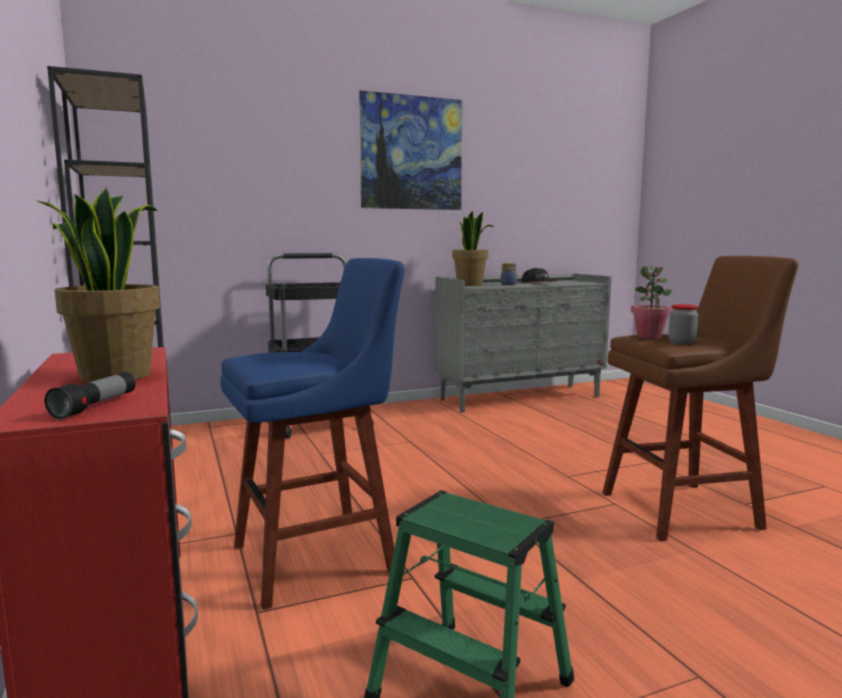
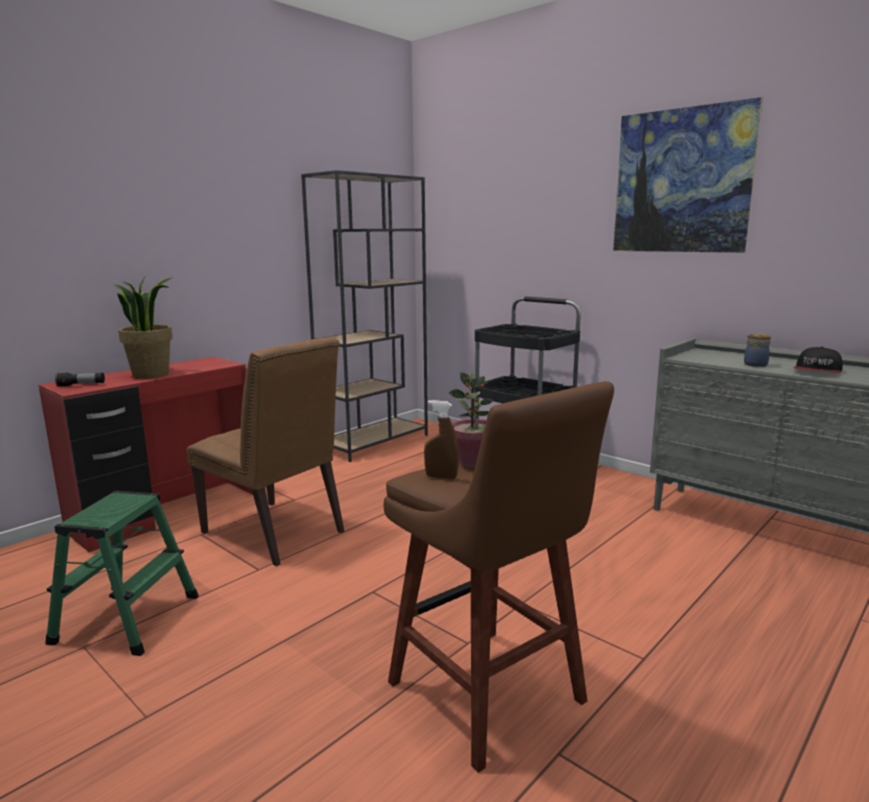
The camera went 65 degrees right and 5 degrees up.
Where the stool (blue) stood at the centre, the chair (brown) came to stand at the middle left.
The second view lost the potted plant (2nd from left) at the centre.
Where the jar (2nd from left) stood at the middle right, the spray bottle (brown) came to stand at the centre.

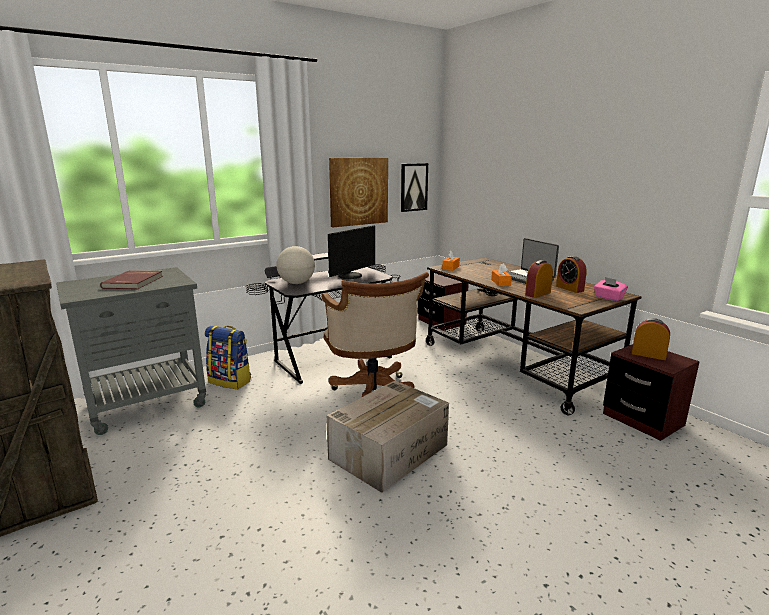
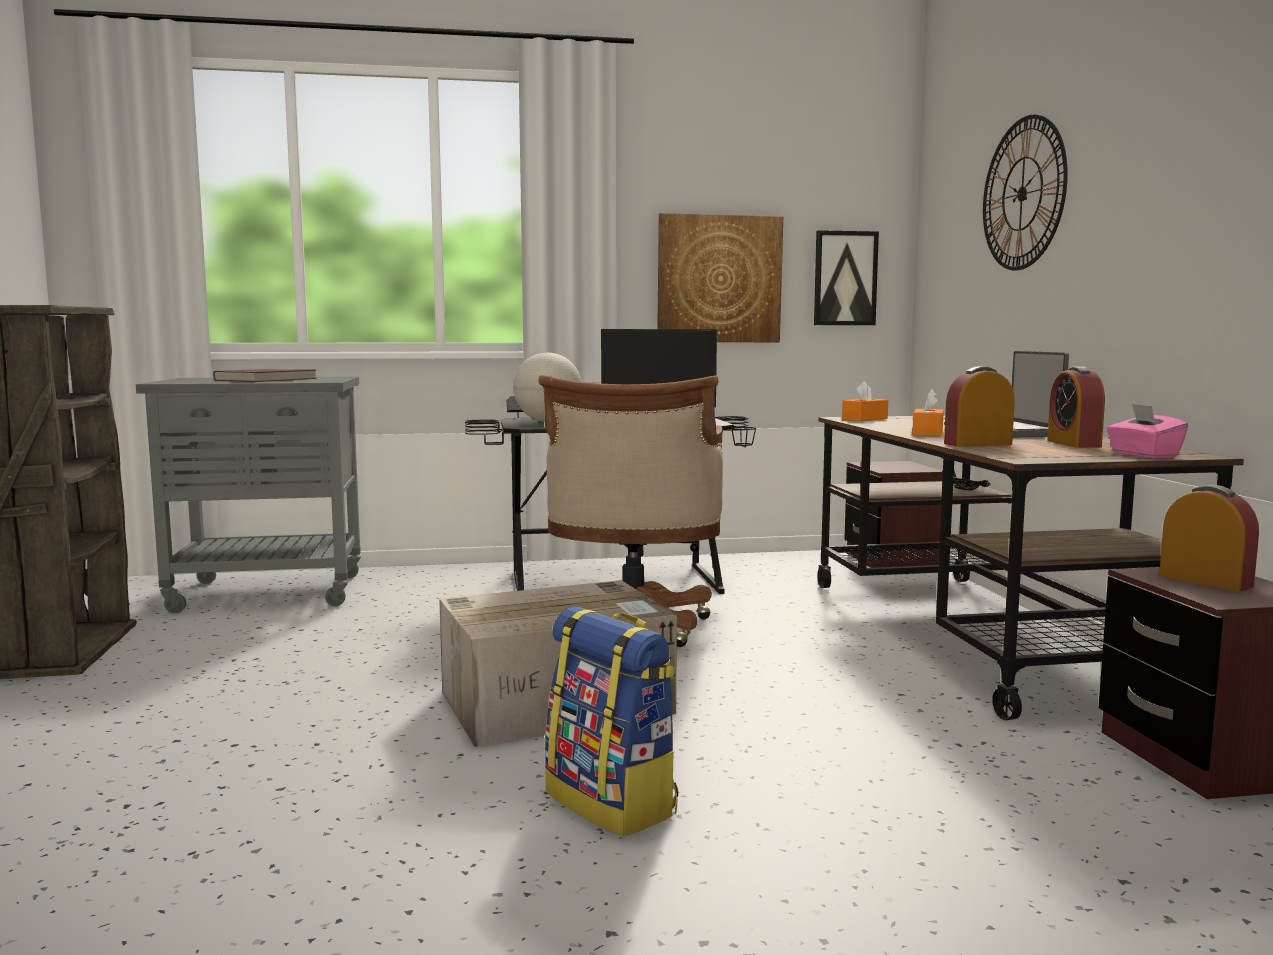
The camera went 25 degrees right and 10 degrees down.
The backpack ended up elsewhere, having gone from the middle left to the bottom centre.
The second view gained the wall clock at the top right.

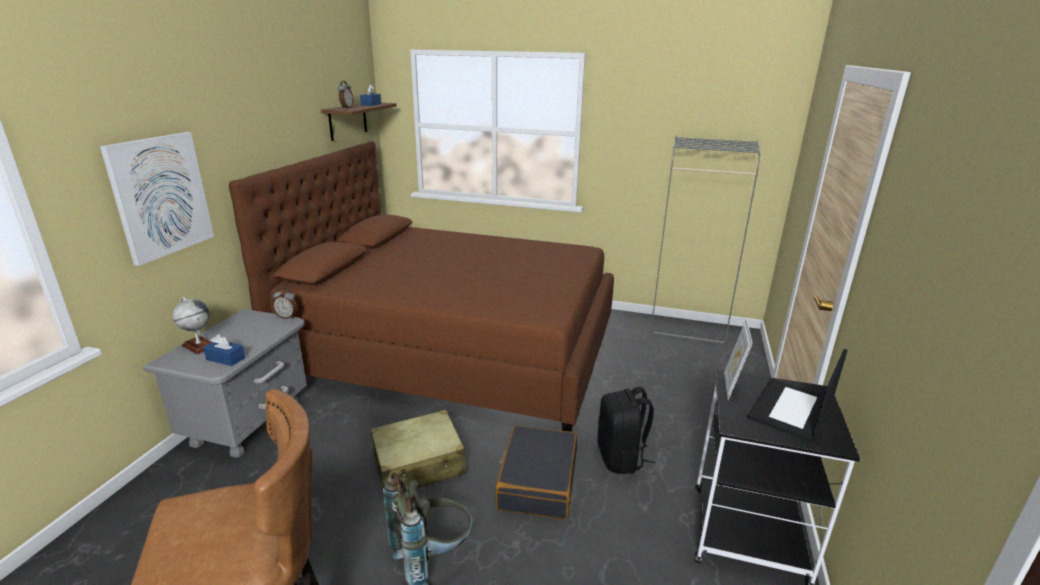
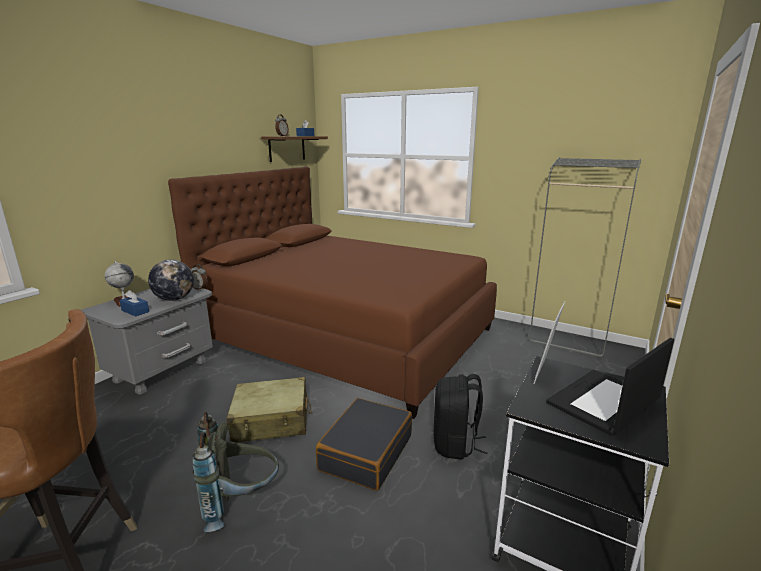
The camera went 15 degrees right and 5 degrees down.
The second view lost the picture at the middle left.
The second view gained the globe (2nd from left) at the middle left.

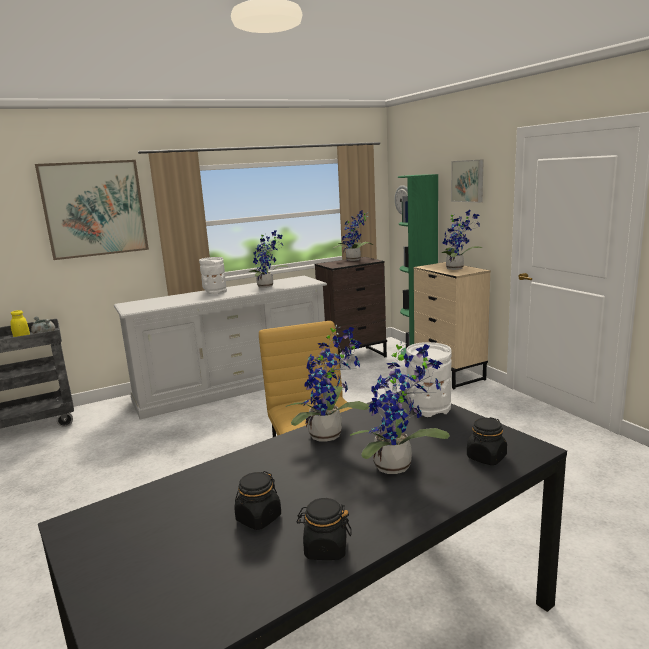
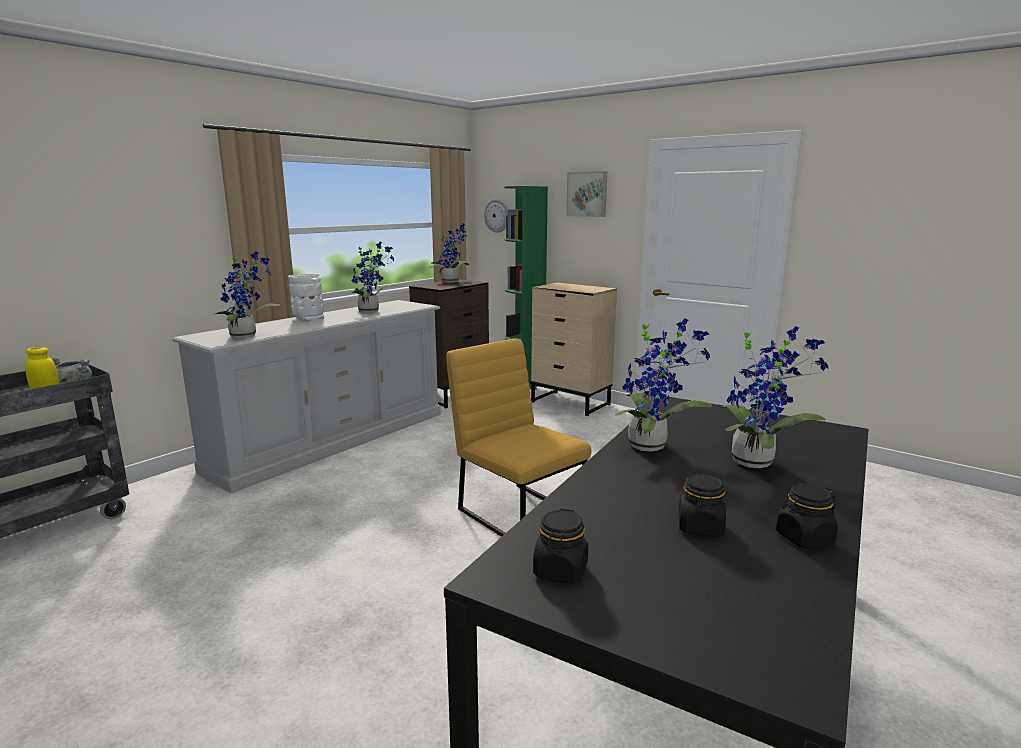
The camera went 25 degrees left and 0 degrees up.
The second view lost the picture (1st from left) at the top left.
The second view lost the vase (white) (2nd from left) at the centre.
The potted plant (5th from left in the first image) ended up elsewhere, having gone from the middle right to the middle left.
The jar (black) (3rd from left in the first image) ended up elsewhere, having gone from the bottom right to the bottom centre.

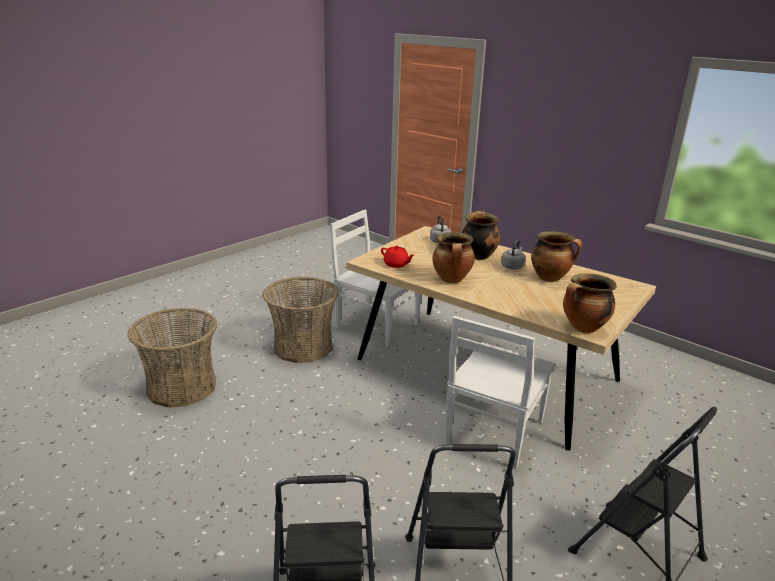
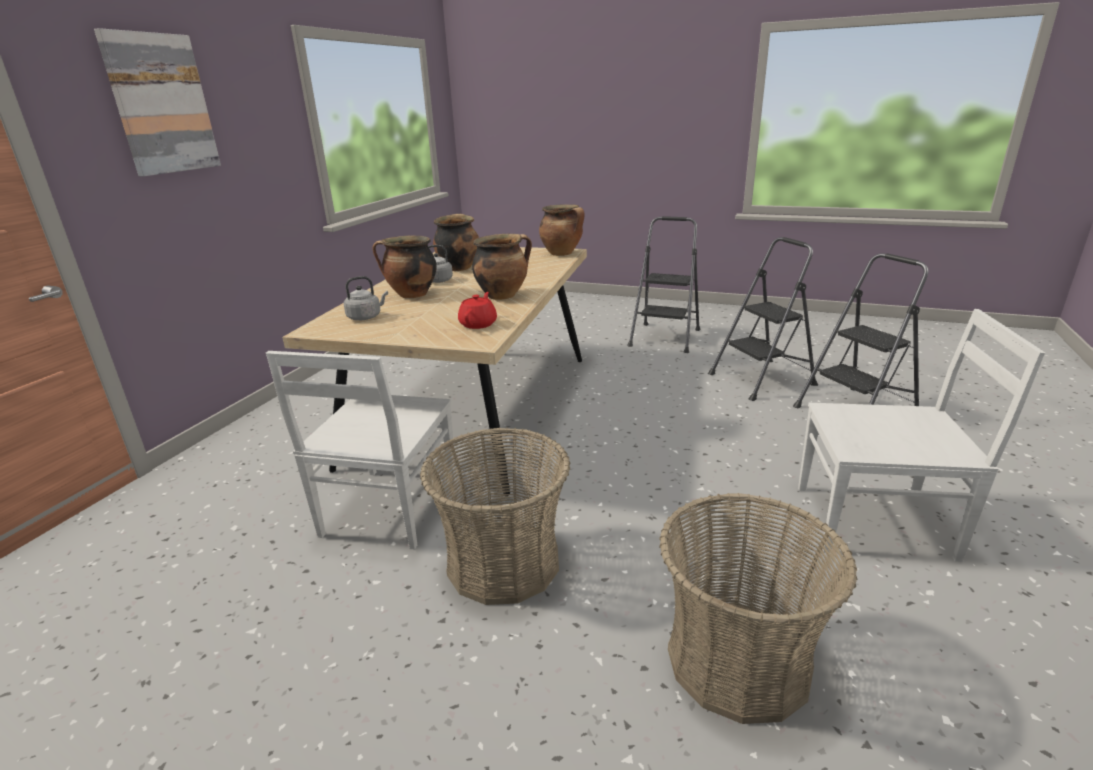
The camera went 110 degrees left and 0 degrees up.
The chair (white) (2nd from left) ended up elsewhere, having gone from the bottom centre to the middle right.
The second view gained the picture at the top left.

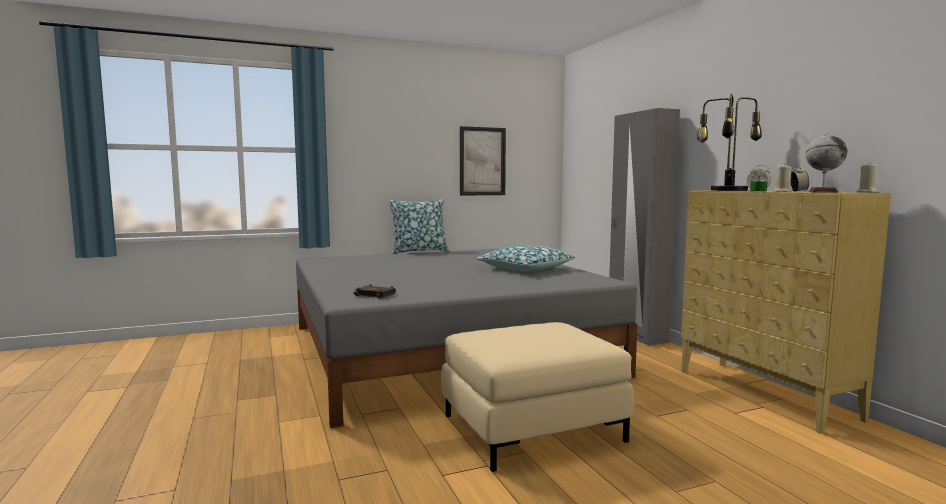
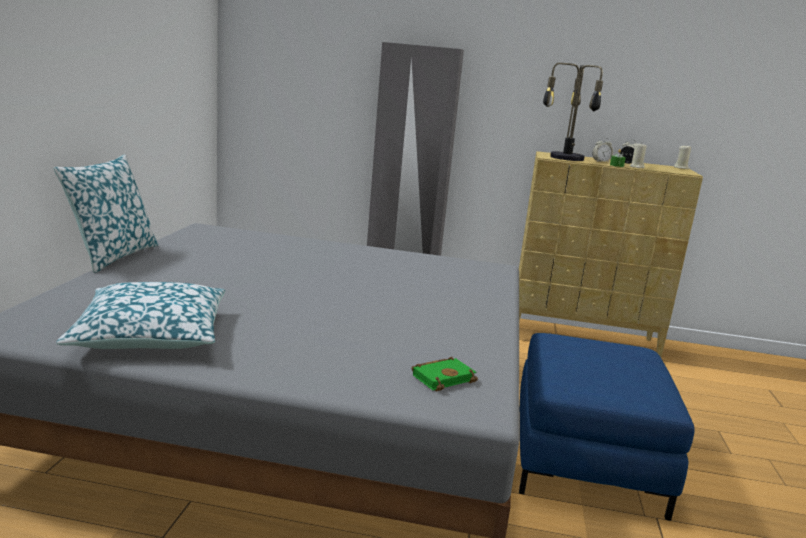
The camera went 60 degrees left and 10 degrees up.
What was the book (black) at the centre turned into the book (green) at the bottom centre.
What was the ottoman (beige) at the bottom centre turned into the ottoman (blue) at the bottom right.
The second view lost the picture at the top centre.
The pillow (2nd from left) ended up elsewhere, having gone from the centre to the middle left.
The second view lost the globe at the top right.

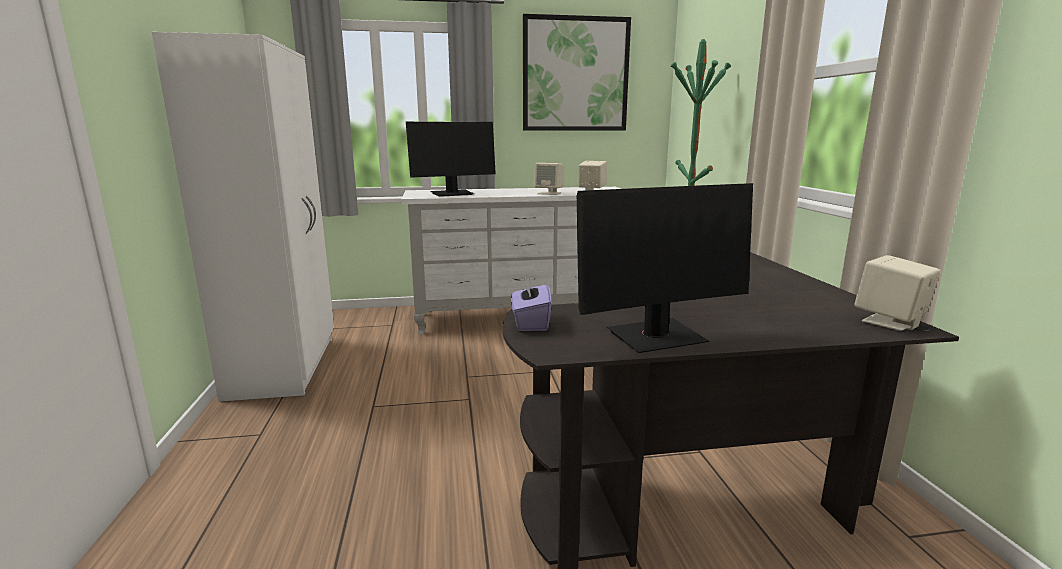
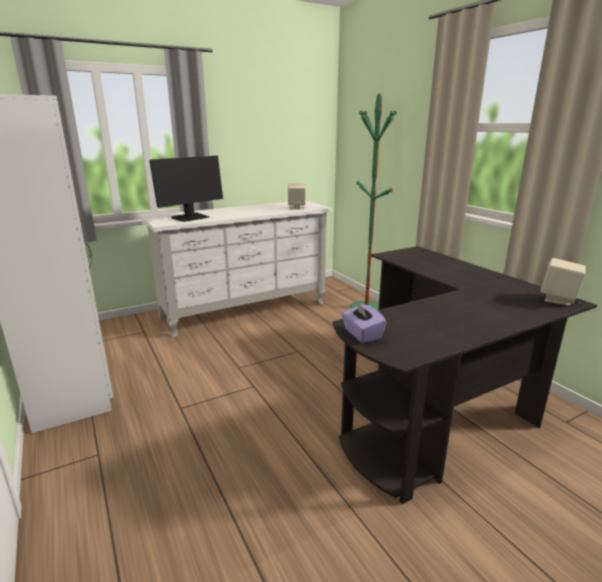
The camera went 20 degrees left and 5 degrees up.
The second view lost the picture at the top centre.
The second view lost the speaker (beige) (1st from left) at the top centre.
The second view lost the monitor (2nd from left) at the centre.

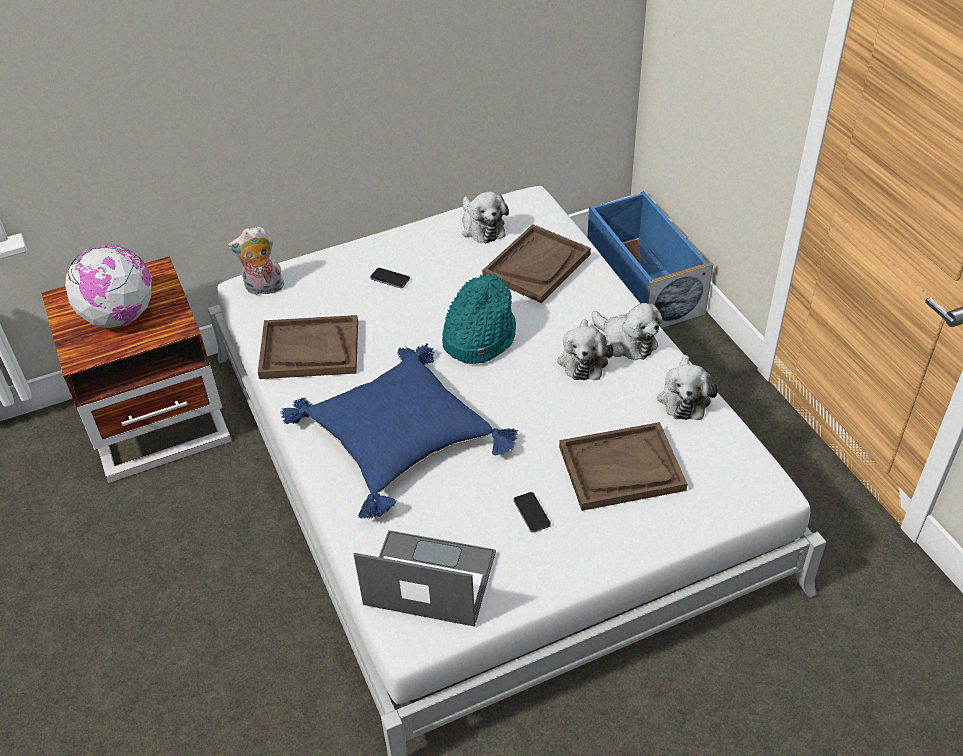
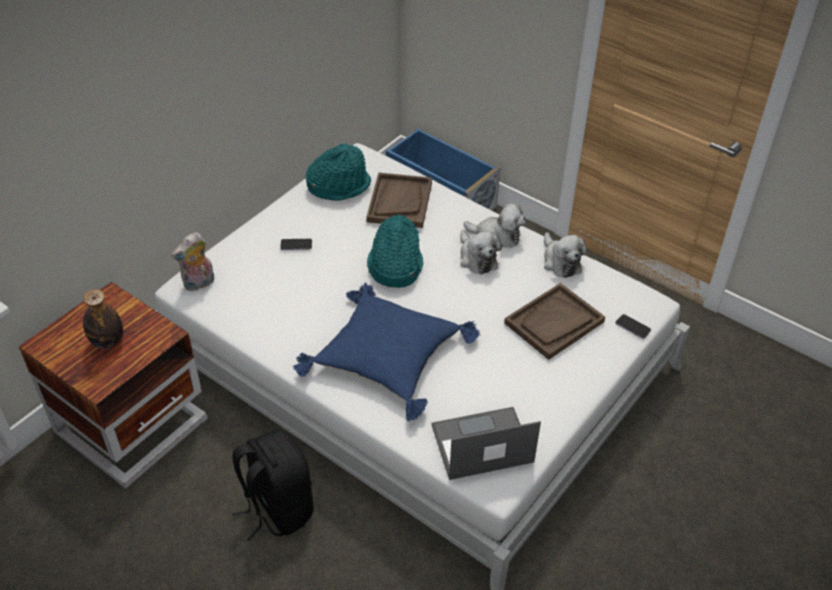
The camera went 30 degrees left and 0 degrees up.
Where the globe stood at the middle left, the bottle came to stand at the middle left.
The second view lost the tray (brown) (1st from left) at the middle left.
Where the plush toy (2nd from left) stood at the top centre, the hat (turquoise) (1st from left) came to stand at the top centre.
The phone (2nd from left) ended up elsewhere, having gone from the bottom centre to the middle right.
The second view gained the backpack (black) at the bottom left.

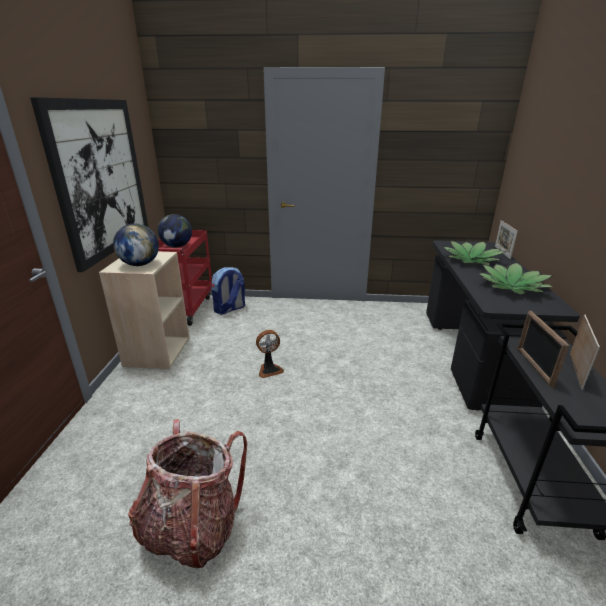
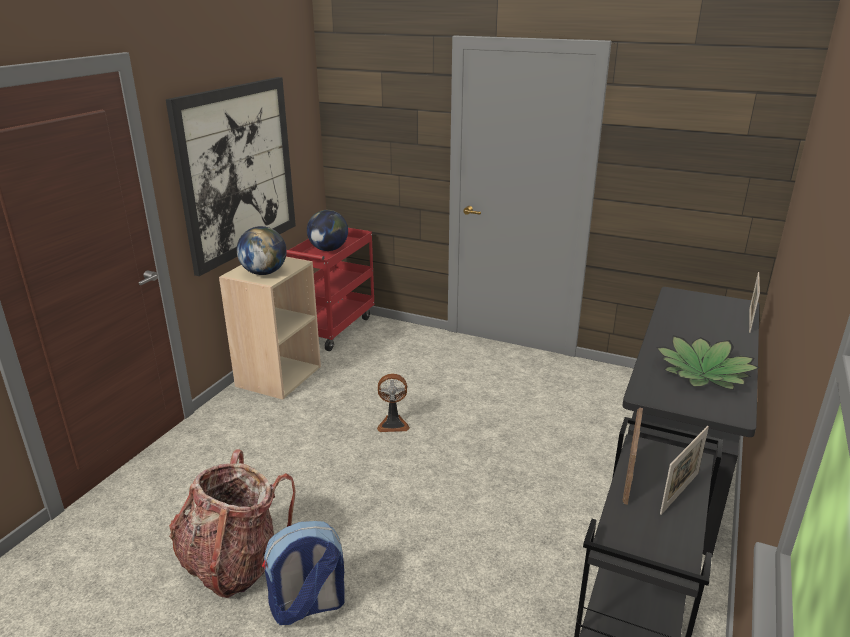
The camera went 20 degrees right and 0 degrees up.
The backpack (2nd from left) ended up elsewhere, having gone from the centre to the bottom centre.
The second view lost the potted plant (1st from left) at the middle right.

